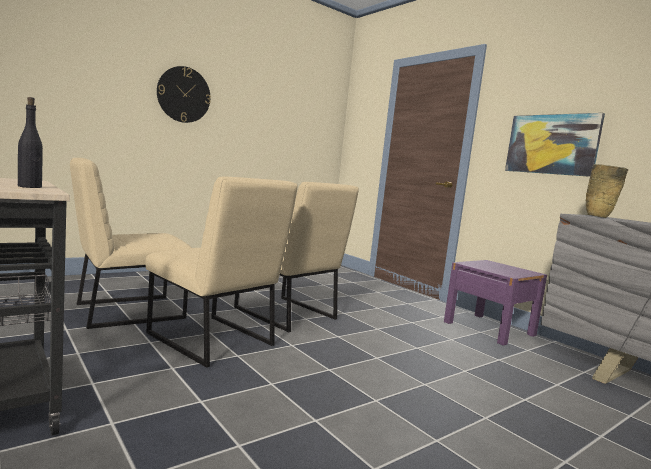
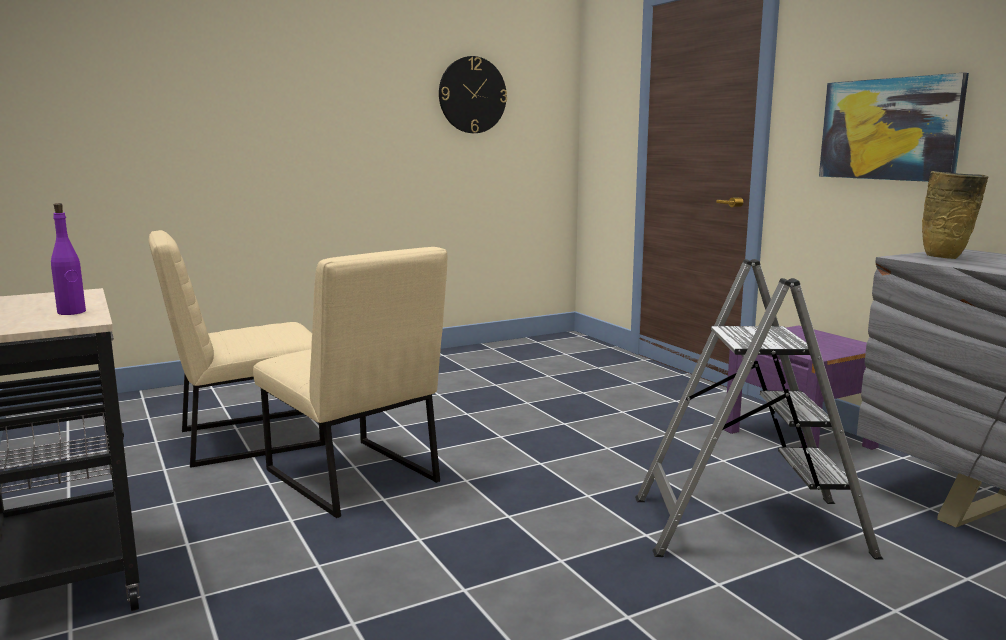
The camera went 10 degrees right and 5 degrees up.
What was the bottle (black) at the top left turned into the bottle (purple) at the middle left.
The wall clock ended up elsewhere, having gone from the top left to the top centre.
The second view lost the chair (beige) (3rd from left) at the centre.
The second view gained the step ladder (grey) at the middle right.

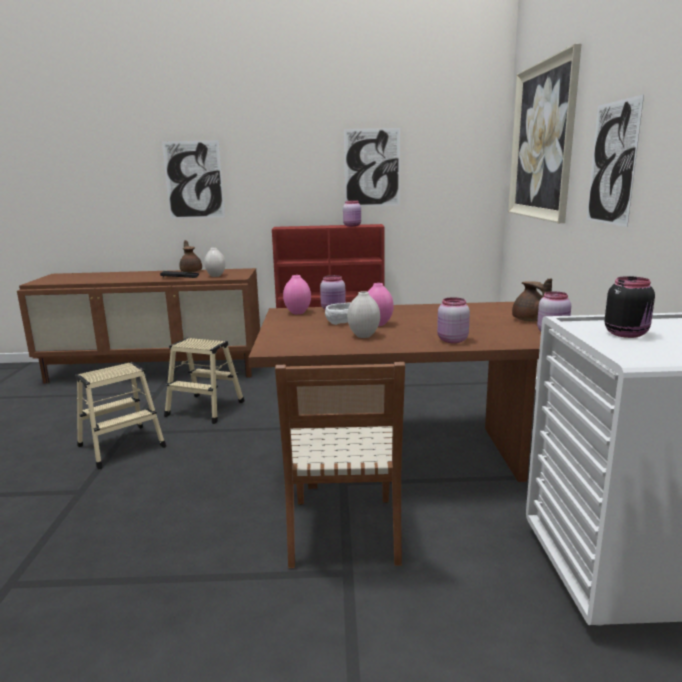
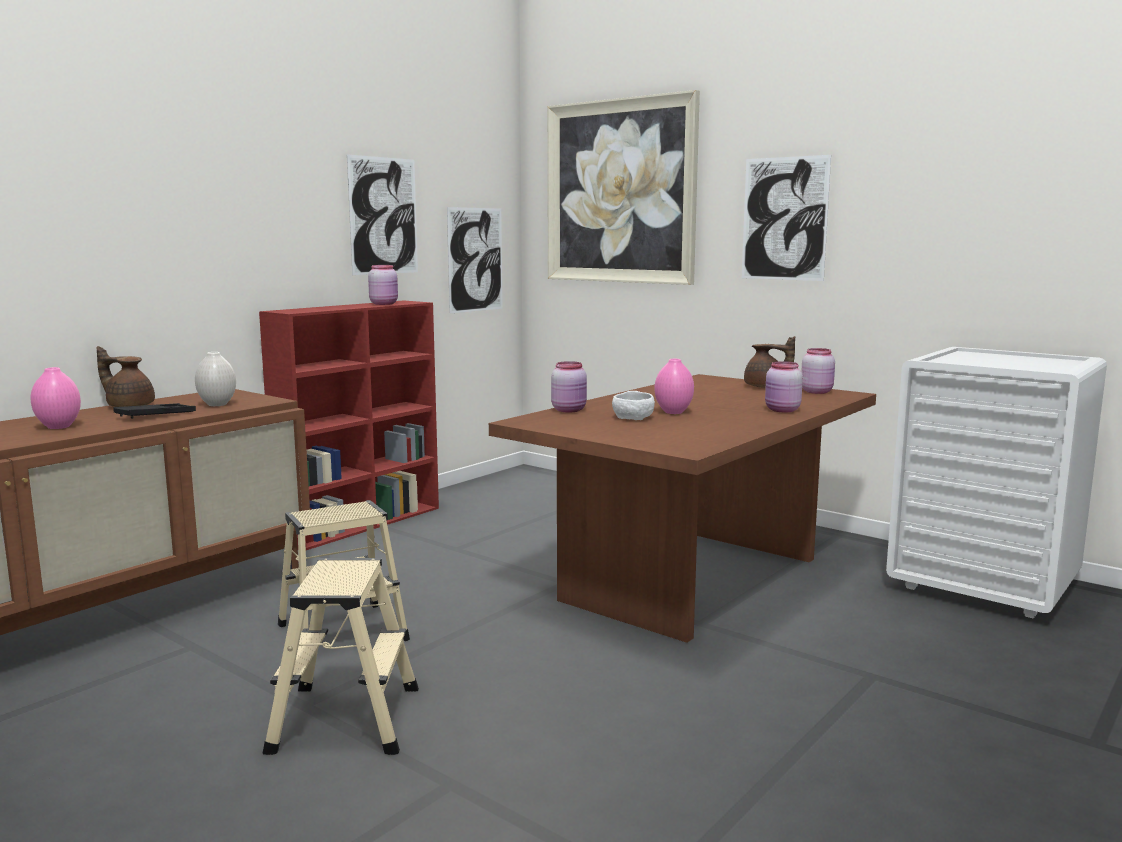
The camera went 50 degrees left and 5 degrees down.
The picture (1st from left in the first image) ended up elsewhere, having gone from the top left to the top centre.
The second view lost the chair at the bottom centre.
The vase (pink) (1st from left) ended up elsewhere, having gone from the centre to the middle left.
The second view lost the vase (white) (2nd from left) at the centre.
The second view lost the jar (black) at the middle right.

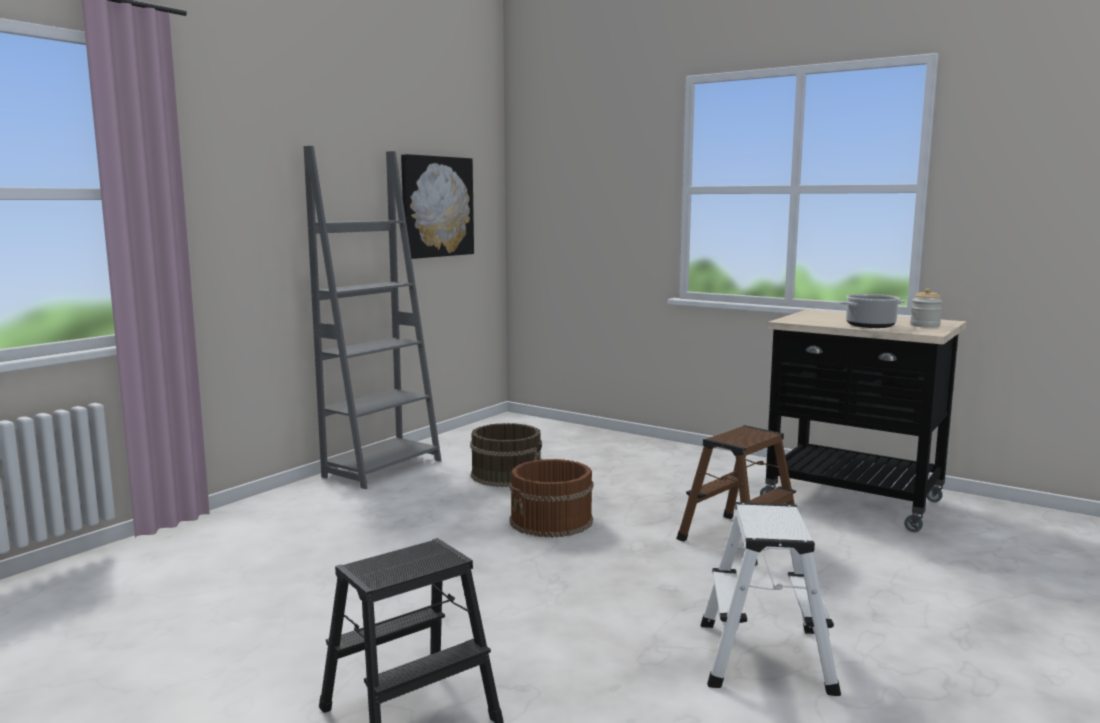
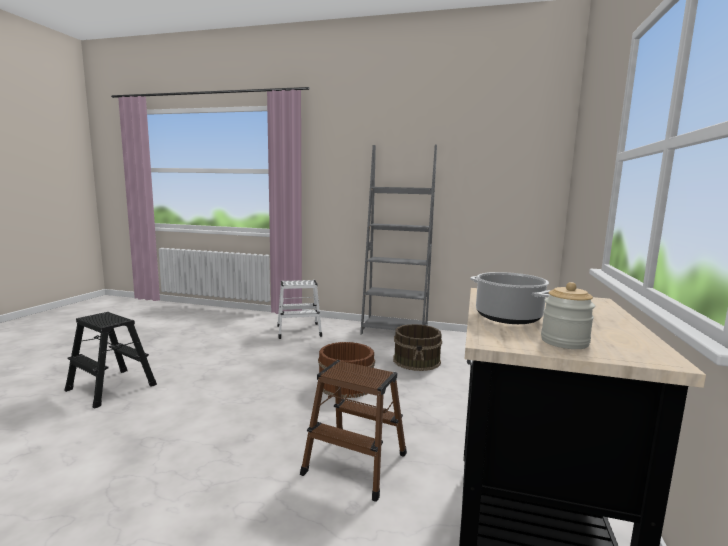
The camera went 70 degrees right and 0 degrees up.
The second view lost the picture at the top centre.
The step ladder (white) ended up elsewhere, having gone from the bottom right to the centre.

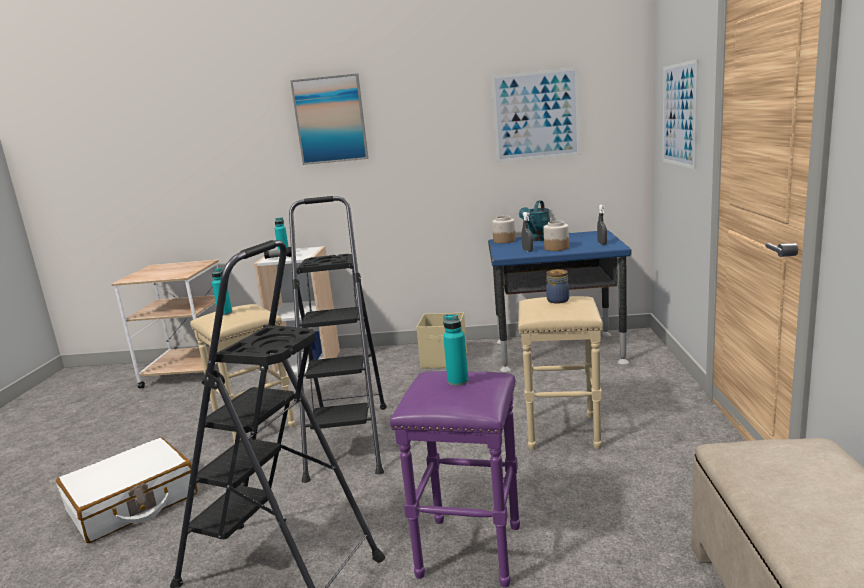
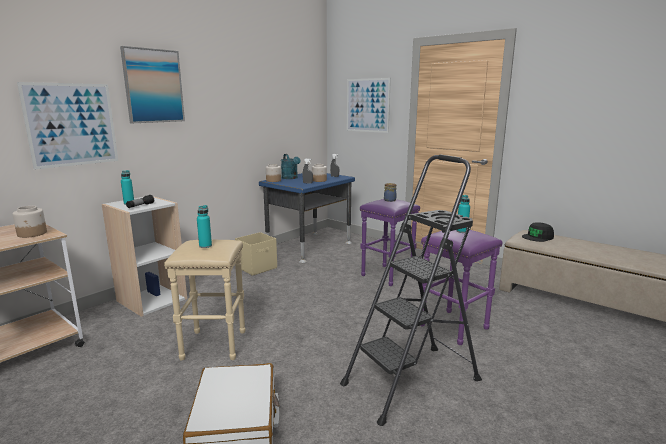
The camera went 55 degrees left and 0 degrees up.
The second view lost the step ladder (2nd from left) at the centre.
The picture (2nd from left in the first image) ended up elsewhere, having gone from the top centre to the top left.
What was the stool (beige) (2nd from left) at the centre turned into the stool (purple) (1st from left) at the centre.
The second view gained the jar (1st from left) at the middle left.
The second view gained the cap (black) at the middle right.

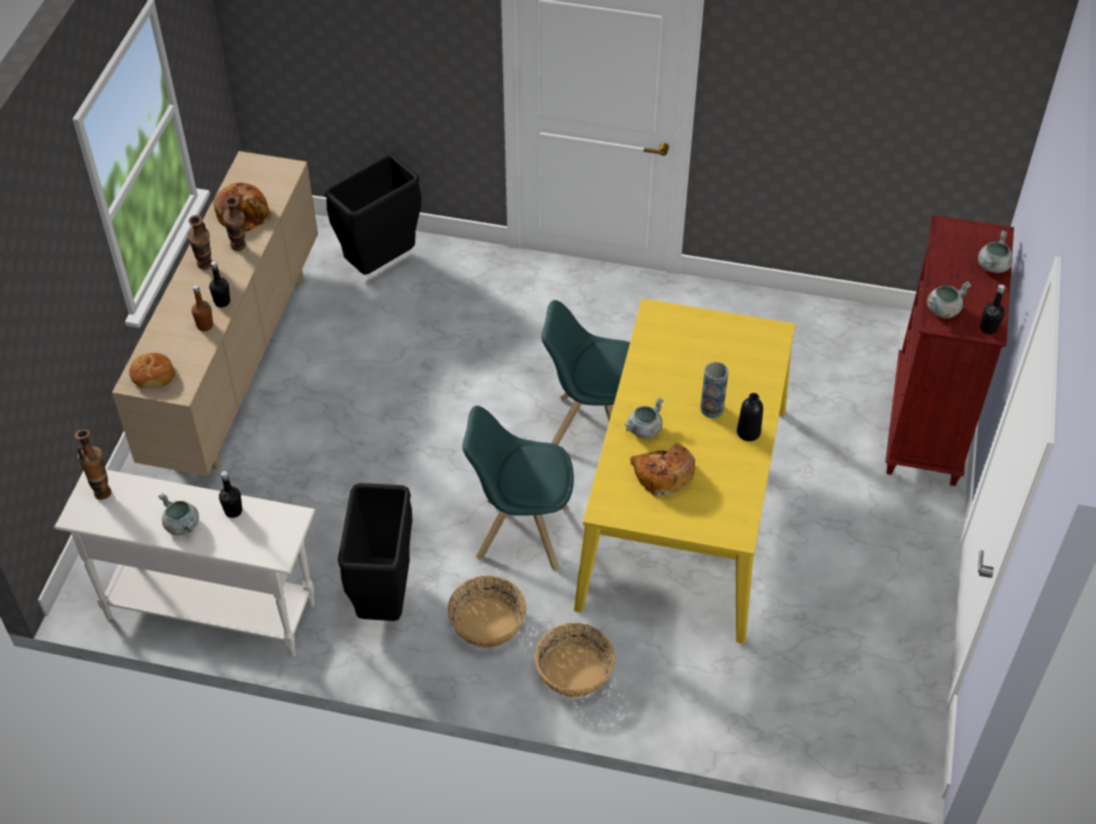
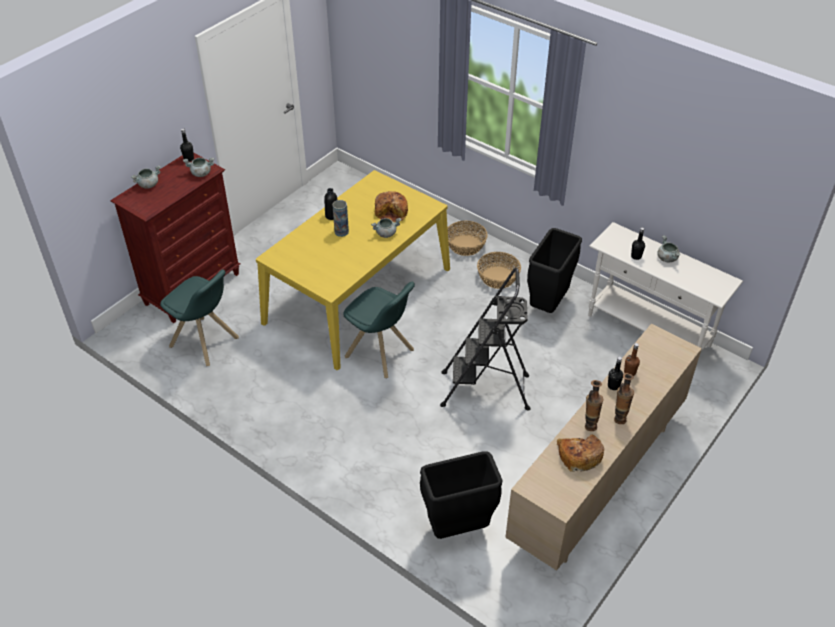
The camera went 155 degrees left and 5 degrees down.
The second view lost the vase (1st from left) at the middle left.
The second view lost the bread (1st from left) at the middle left.
The chair (turquoise) (1st from left) ended up elsewhere, having gone from the centre to the middle left.
The second view gained the step ladder at the centre.

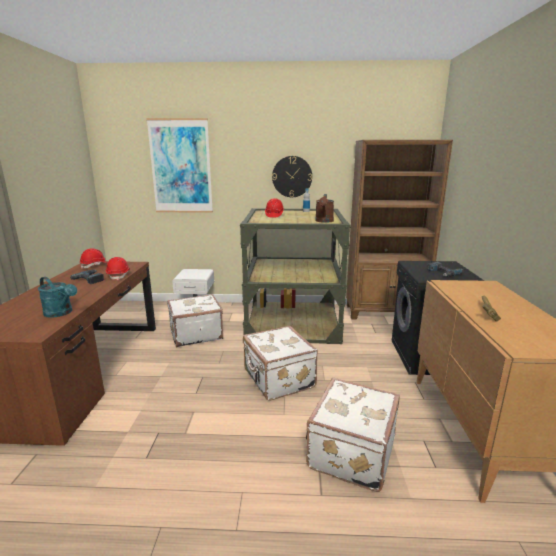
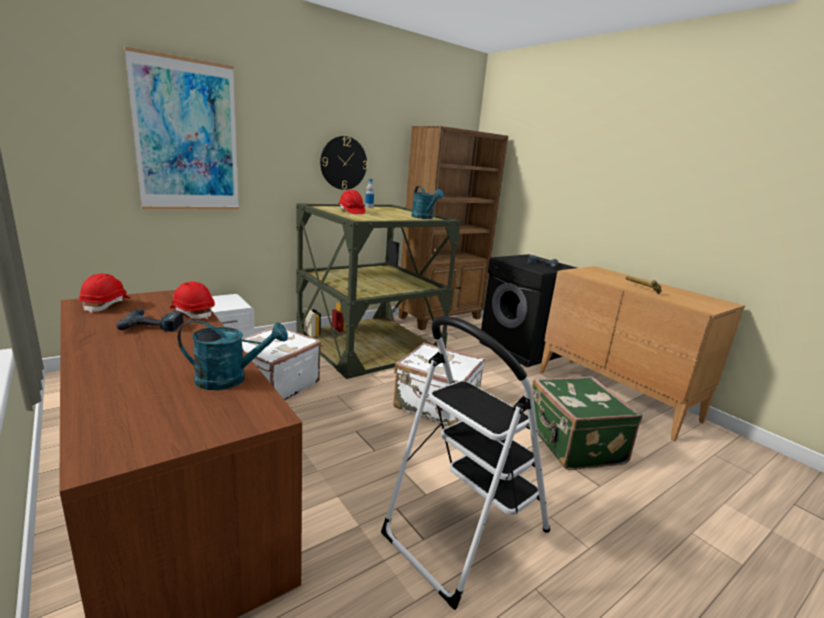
The camera went 40 degrees left and 0 degrees up.
What was the suitcase (white) (3rd from left) at the bottom centre turned into the suitcase (green) at the bottom right.
What was the watering can (brown) at the centre turned into the watering can (turquoise) (2nd from left) at the top centre.
The second view gained the step ladder at the bottom centre.

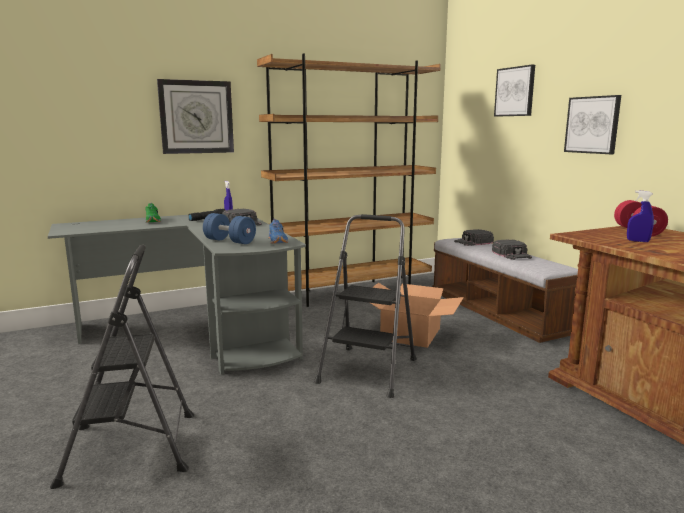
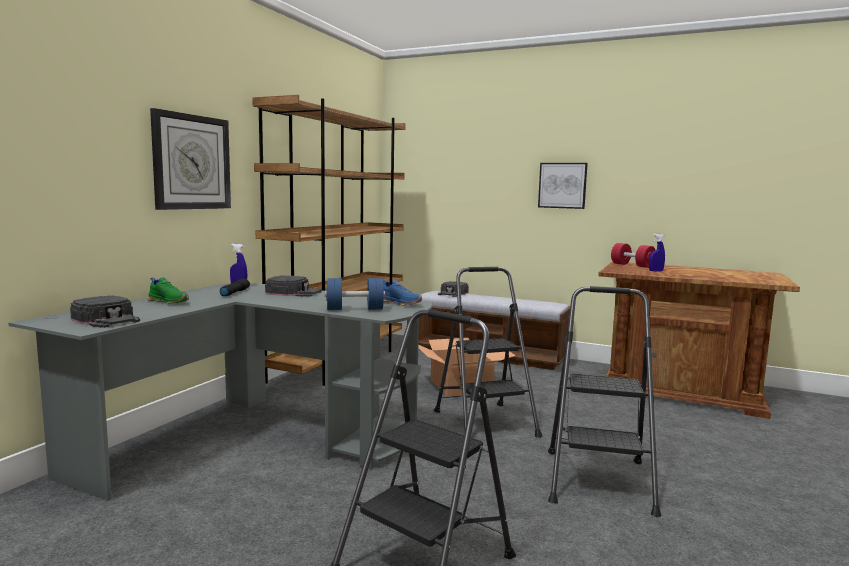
The camera went 40 degrees left and 5 degrees down.
The cap (black) (3rd from left in the first image) ended up elsewhere, having gone from the middle right to the middle left.
The second view lost the picture (1st from left) at the top right.
The second view gained the step ladder (black) (3rd from left) at the bottom right.

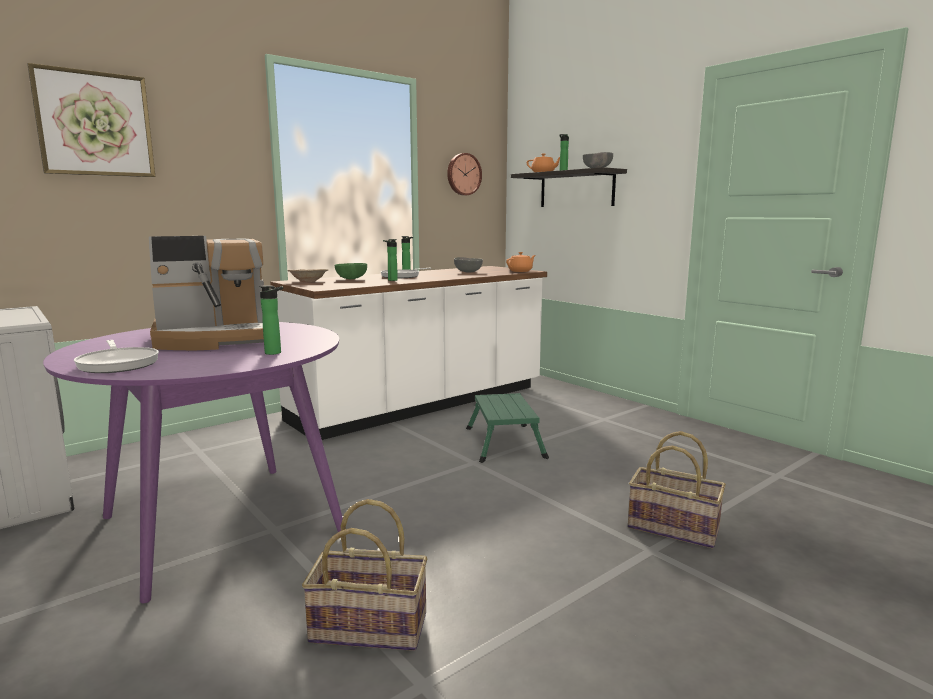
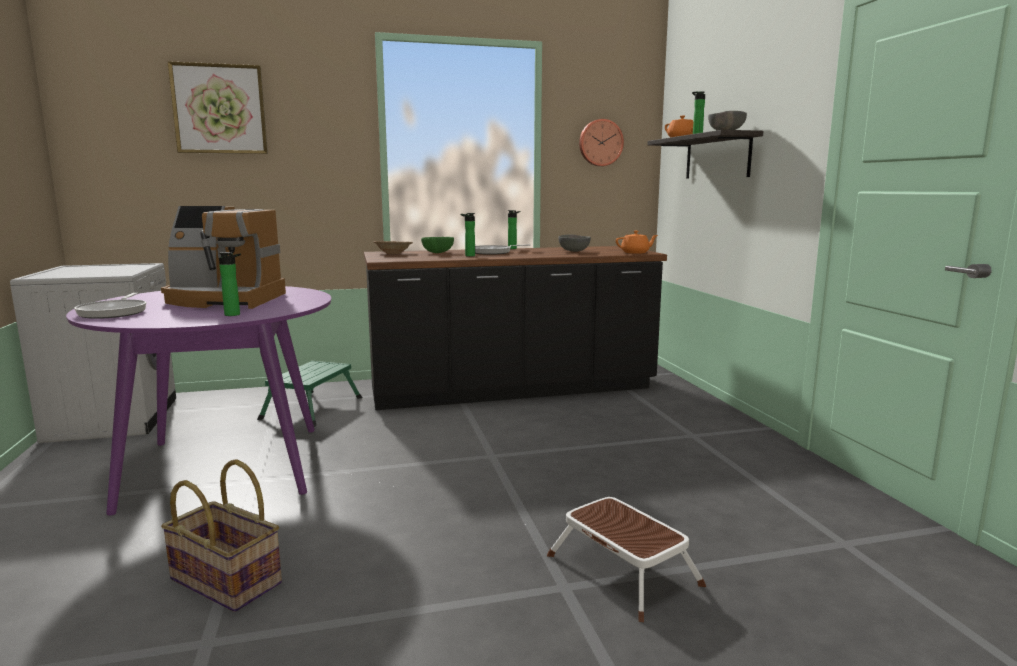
The camera went 25 degrees right and 0 degrees up.
What was the counter (white) at the centre turned into the counter (black) at the centre.
The step ladder (green) ended up elsewhere, having gone from the centre to the middle left.
Where the basket (2nd from left) stood at the bottom right, the step ladder (brown) came to stand at the bottom centre.

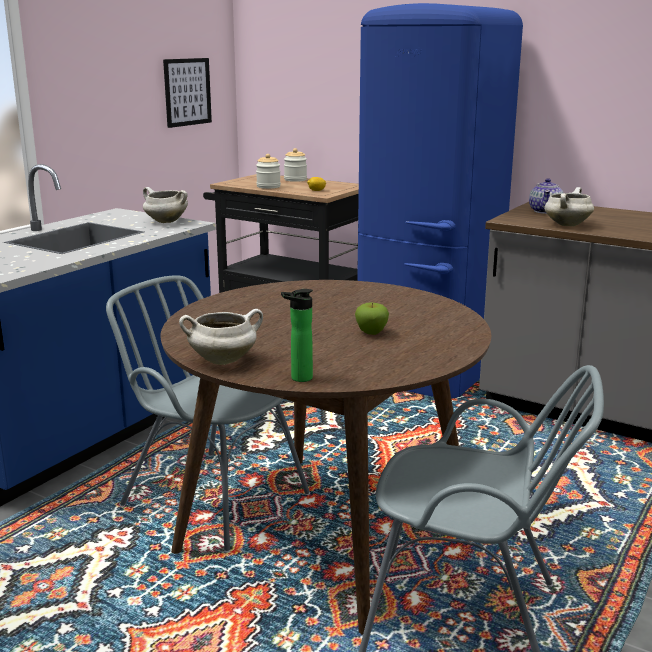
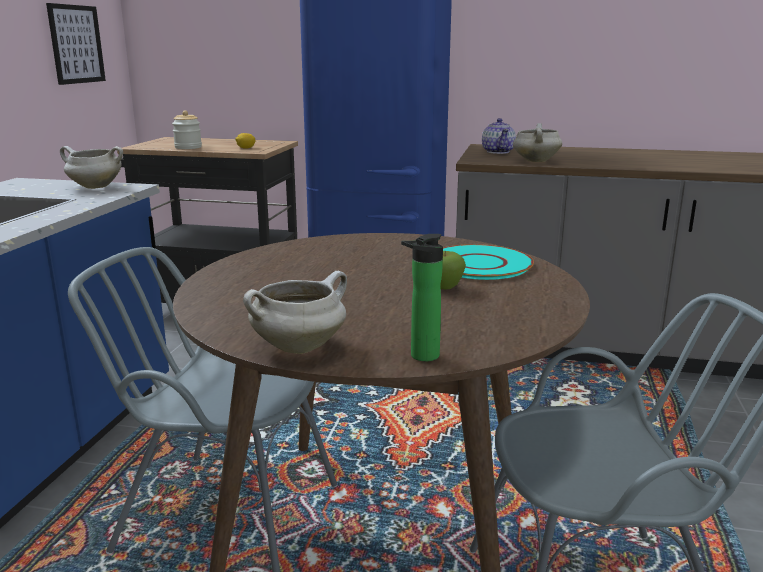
The camera went 20 degrees left and 0 degrees up.
The second view lost the jar (2nd from left) at the top centre.
The second view gained the plate (turquoise) at the centre.

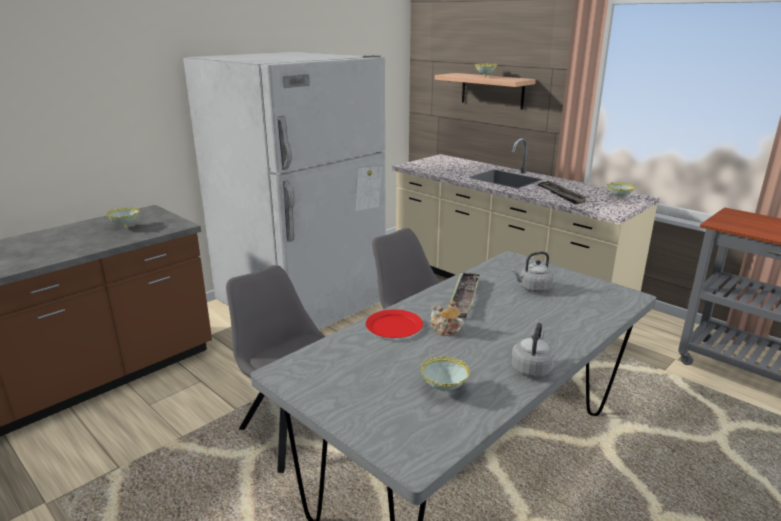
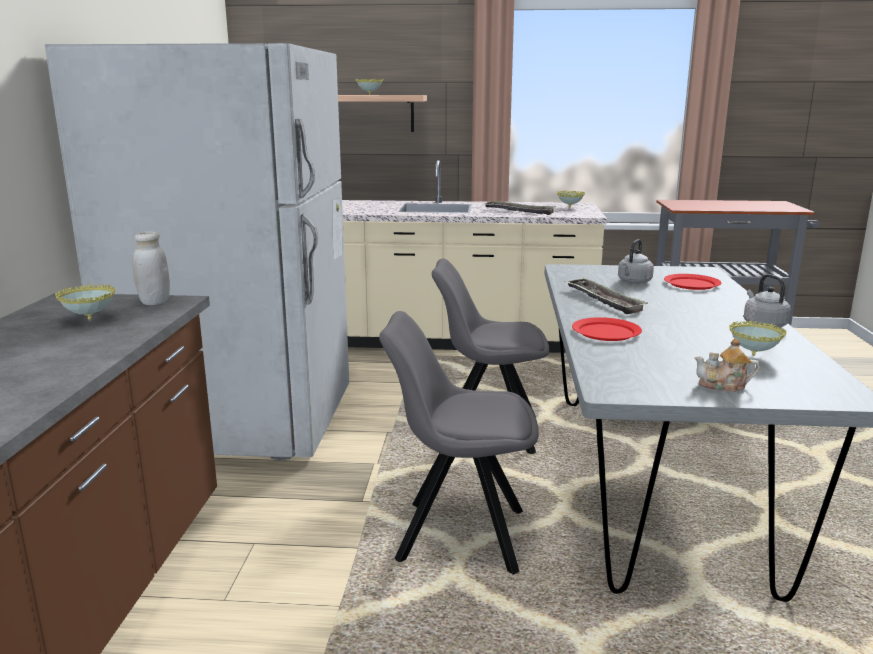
The camera went 40 degrees left and 5 degrees down.
The teapot ended up elsewhere, having gone from the centre to the middle right.
The second view gained the jar (white) at the middle left.
The second view gained the plate (red) (2nd from left) at the middle right.

